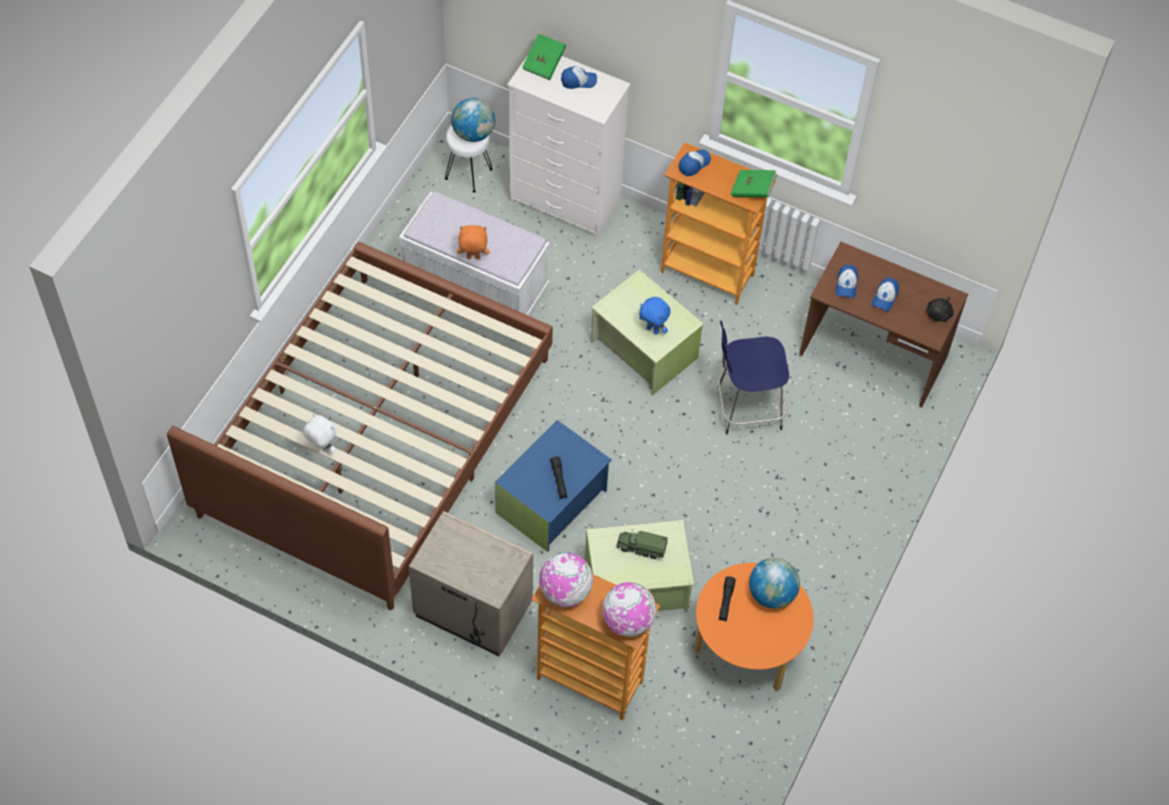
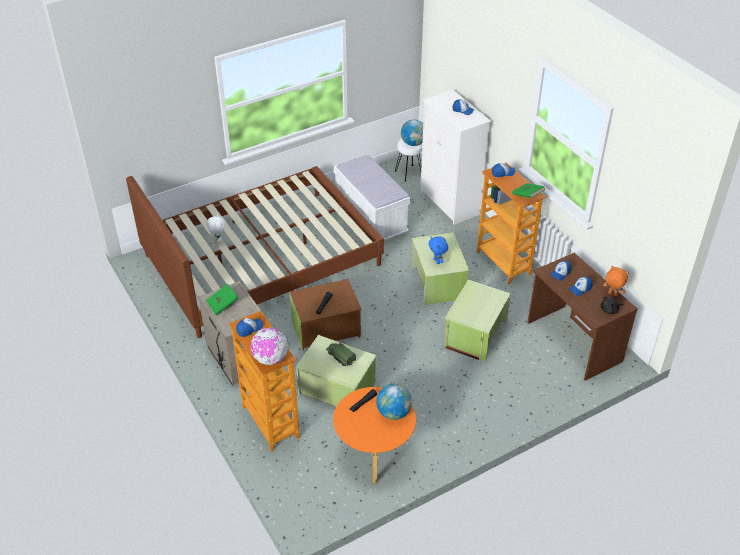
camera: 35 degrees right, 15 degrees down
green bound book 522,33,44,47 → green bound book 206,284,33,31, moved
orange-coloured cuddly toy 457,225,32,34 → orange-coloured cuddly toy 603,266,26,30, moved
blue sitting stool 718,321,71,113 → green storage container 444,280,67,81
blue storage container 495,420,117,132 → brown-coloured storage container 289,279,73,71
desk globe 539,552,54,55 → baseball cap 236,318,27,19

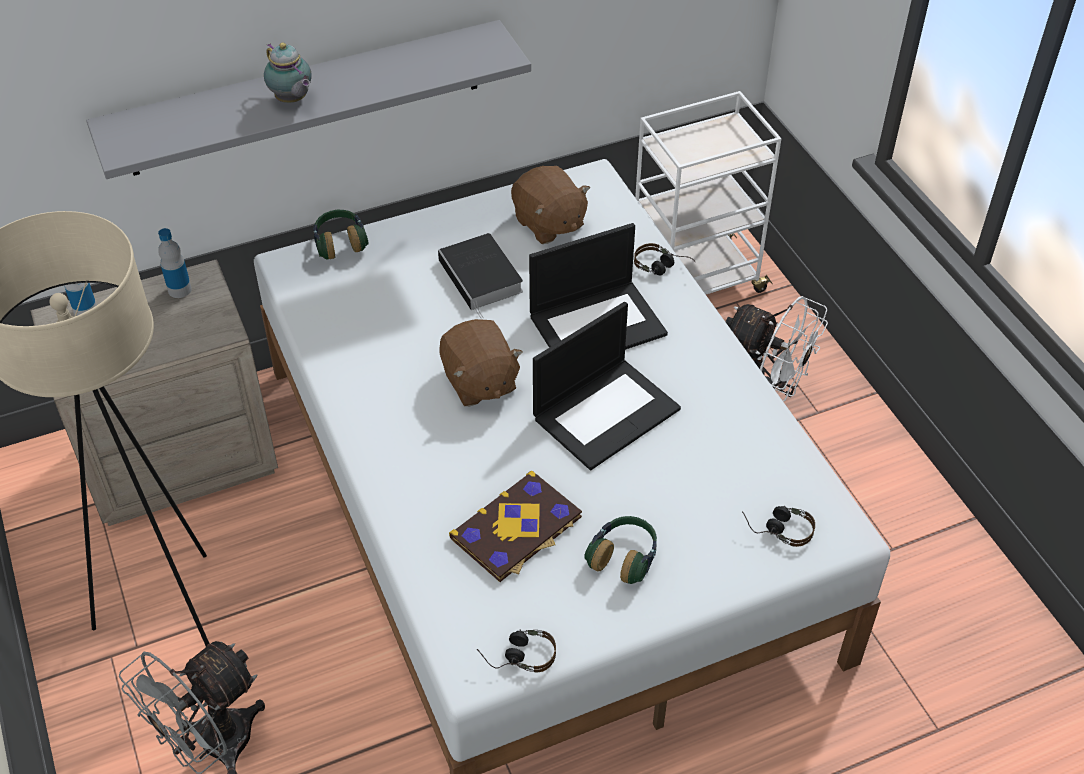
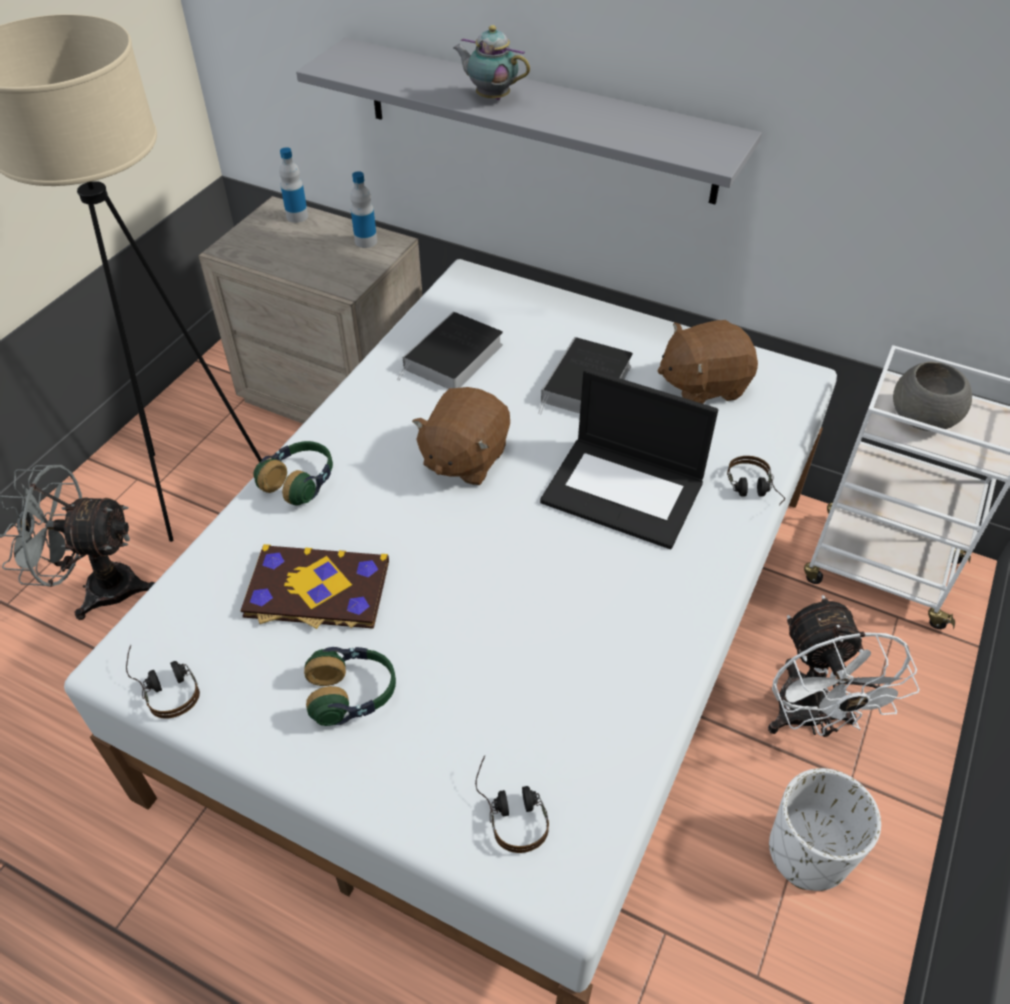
camera: 50 degrees right, 0 degrees up
pot for tea 264,42,48,61 → pot for tea 453,25,77,75, 105 degrees clockwise
brown-coloured cuddly toy 511,166,79,78 → brown-coloured cuddly toy 658,320,100,84, 60 degrees clockwise
pair of headphones 313,210,56,50 → pair of headphones 253,441,80,65, moved
notebook computer 533,302,148,168 → -
- → bound book 397,312,106,77
- → gray bowl 893,361,79,70
- → white planter 769,768,112,123

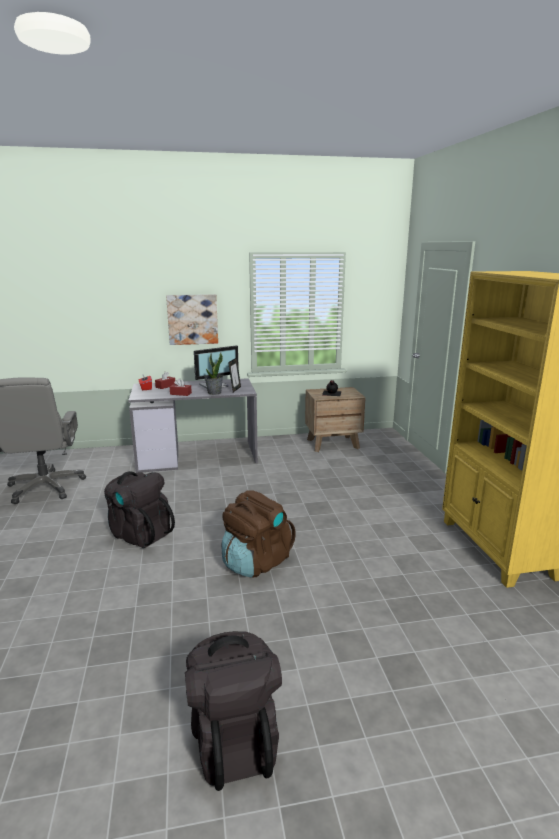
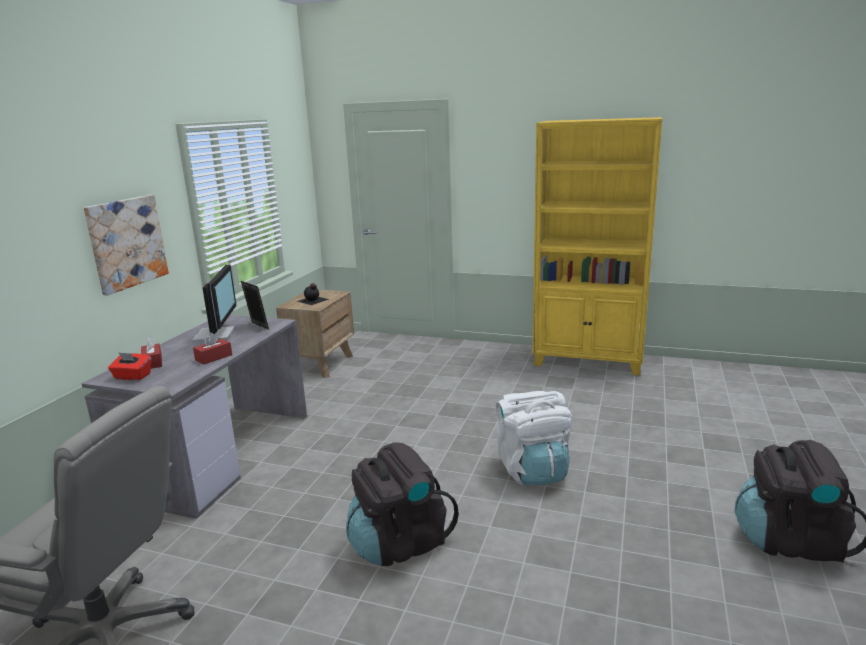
camera: 60 degrees left, 0 degrees up
potted plant 204,353,19,42 → -
brown-coloured knapsack 222,490,74,88 → white knapsack 496,391,76,94

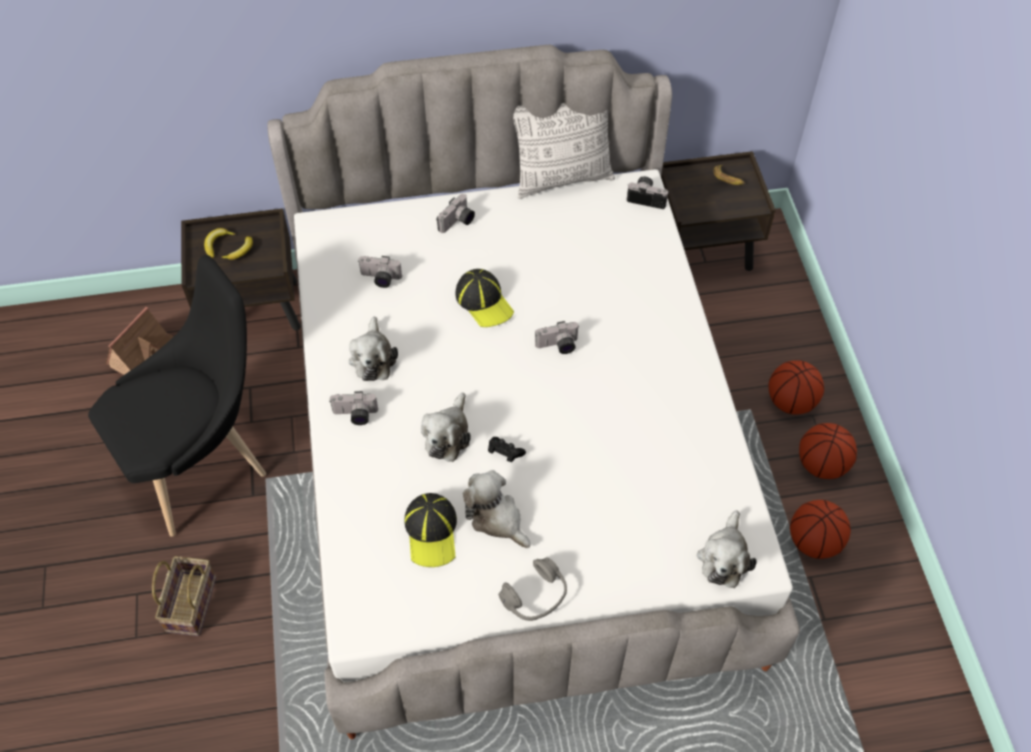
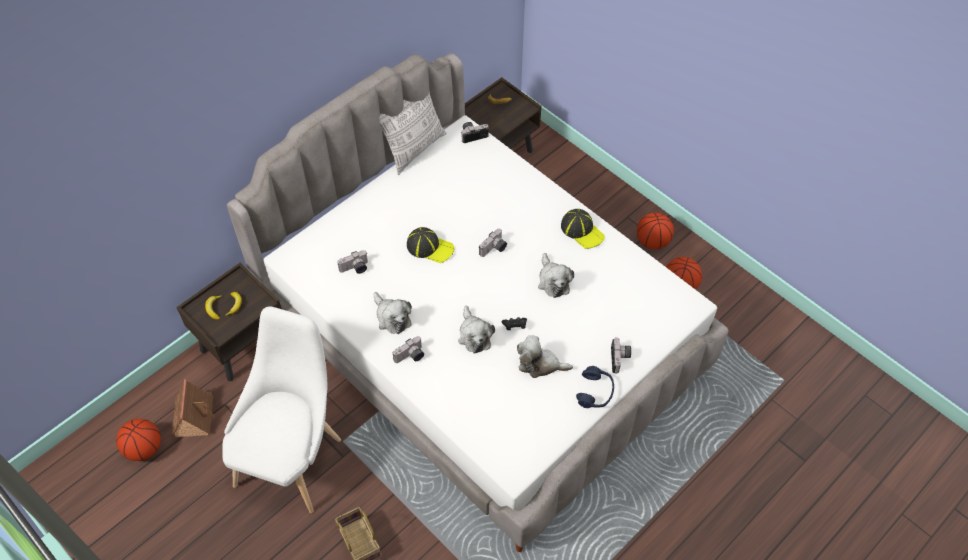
camera: 35 degrees left, 0 degrees up
photo camera 437,194,38,39 → photo camera 611,337,20,37, moved
blackish upright chair 88,255,178,282 → white upright chair 222,307,119,206
ball for basketball 769,360,55,54 → ball for basketball 116,419,45,42, moved
baseball cap 405,493,52,74 → baseball cap 561,209,44,40, moved
cuddly toy 697,510,60,78 → cuddly toy 538,253,36,45, moved
gray pair of headphones 499,557,68,64 → blue pair of headphones 576,366,38,42

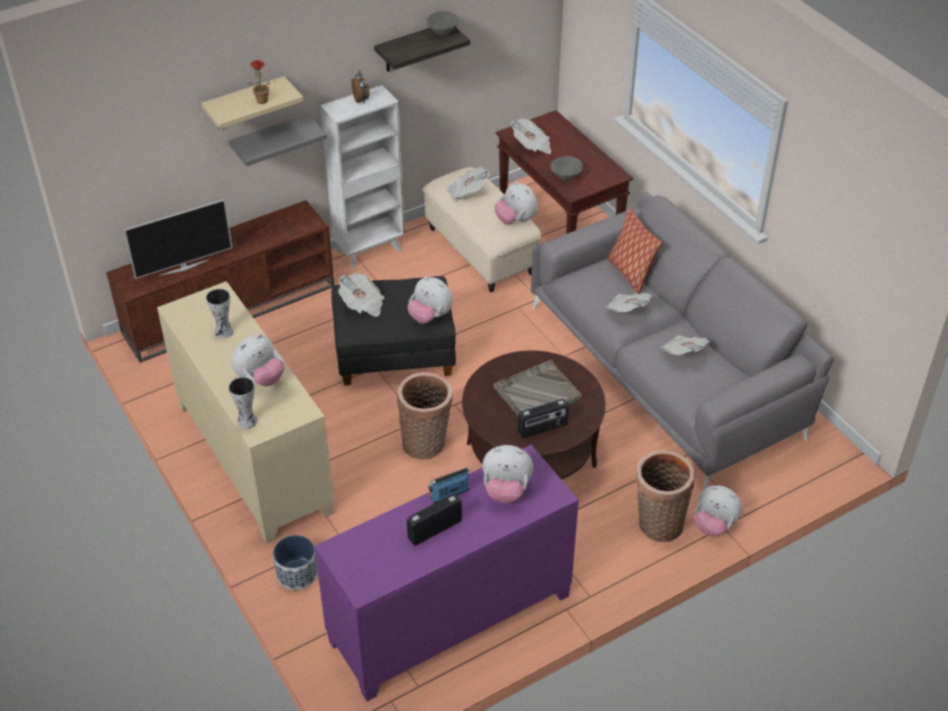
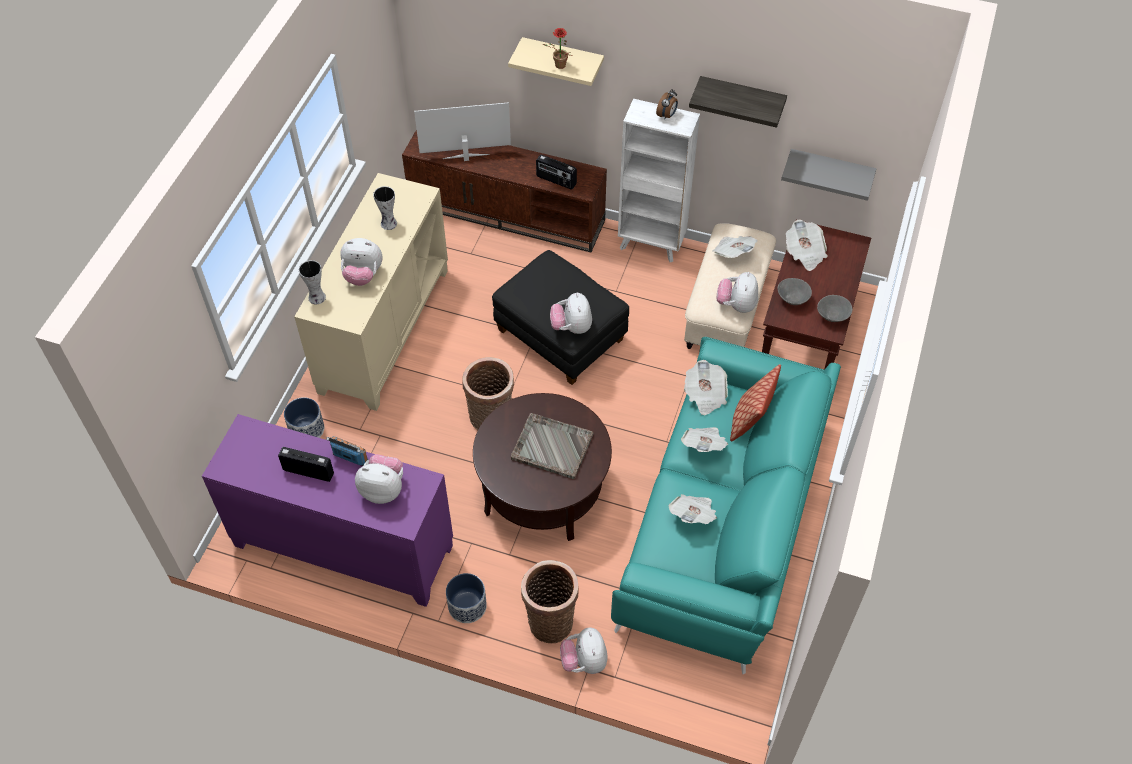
camera: 50 degrees right, 10 degrees up
gray bowl 426,11,33,25 → gray bowl 817,295,35,27, moved
gray shelf 228,114,99,52 → gray shelf 781,149,96,52, moved
gray couch 531,192,303,298 → blue-green couch 611,337,230,337
TV 124,199,109,80 → TV 414,102,97,59, 150 degrees clockwise
daily paper 338,273,47,44 → daily paper 684,360,44,55, moved
radio receiver 518,399,51,39 → radio receiver 536,155,41,35, moved
cuddly toy 483,445,50,58 → cuddly toy 355,454,48,50, 135 degrees clockwise
- → planter 446,573,41,50

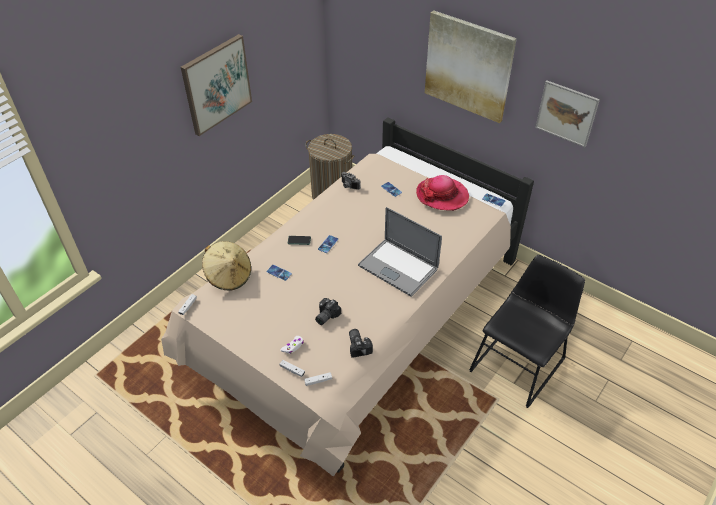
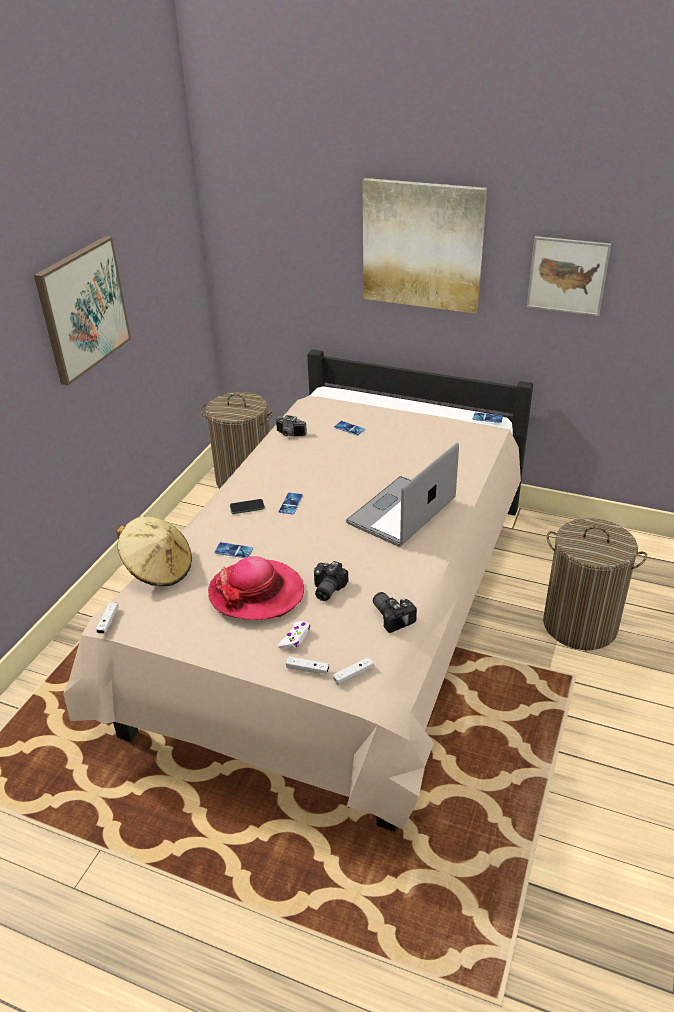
camera: 15 degrees left, 10 degrees down
wearable hat 416,175,53,36 → wearable hat 208,556,96,64, moved
notebook computer 358,207,84,90 → notebook computer 346,443,113,104, 105 degrees clockwise
blackish upright chair 469,255,116,153 → washing basket 543,518,104,132

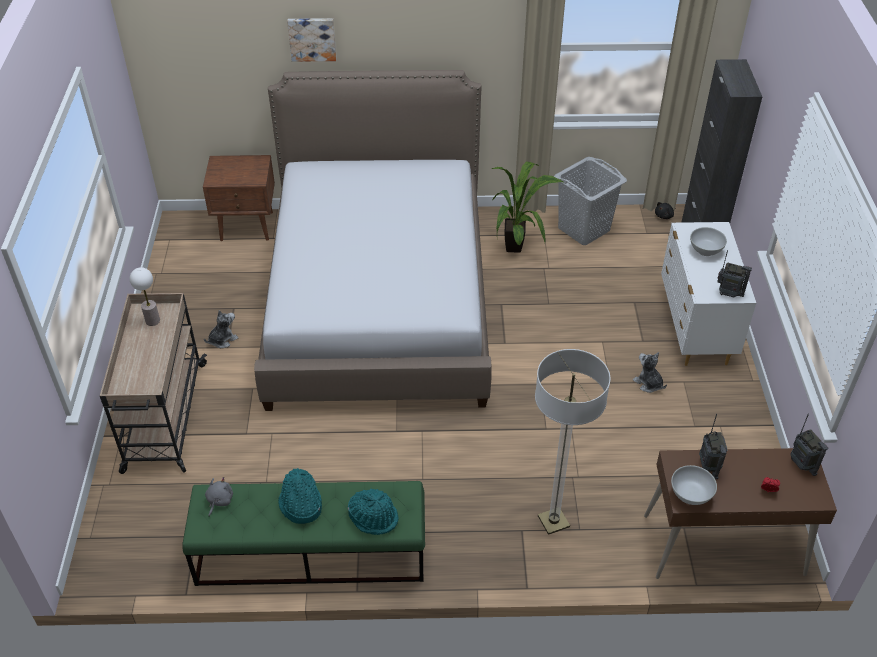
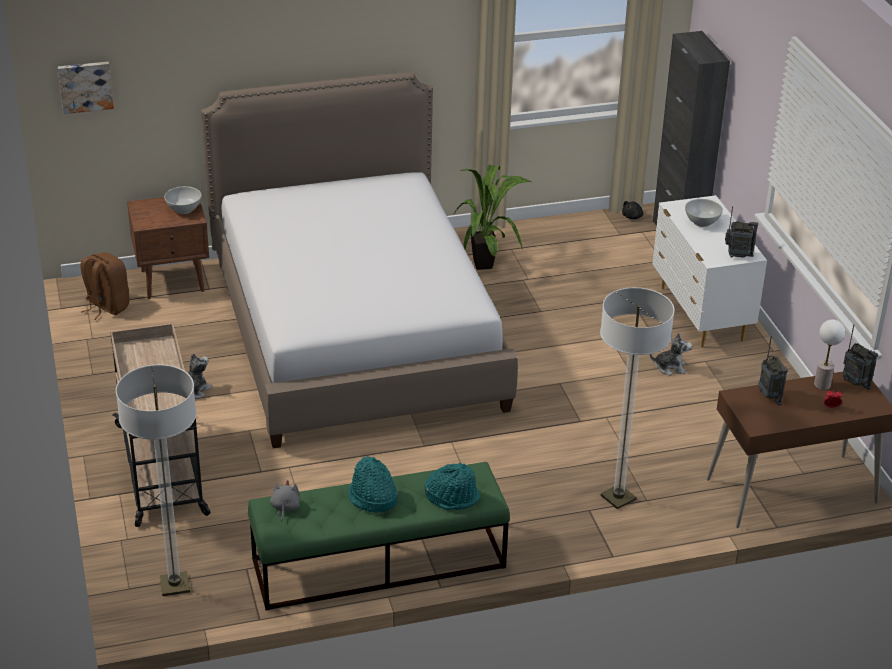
camera: 15 degrees left, 10 degrees down
wall picture 287,18,49,44 → wall picture 58,62,56,52, moved
gray washing basket 554,157,73,88 → -
table lamp 130,267,30,59 → table lamp 814,319,31,71, moved
cuddly toy 633,352,34,41 → cuddly toy 650,332,42,44, 150 degrees clockwise
white bowl 671,465,46,40 → white bowl 164,186,38,28, moved
- → brown-coloured knapsack 80,252,50,68
- → floor lamp 116,364,80,232

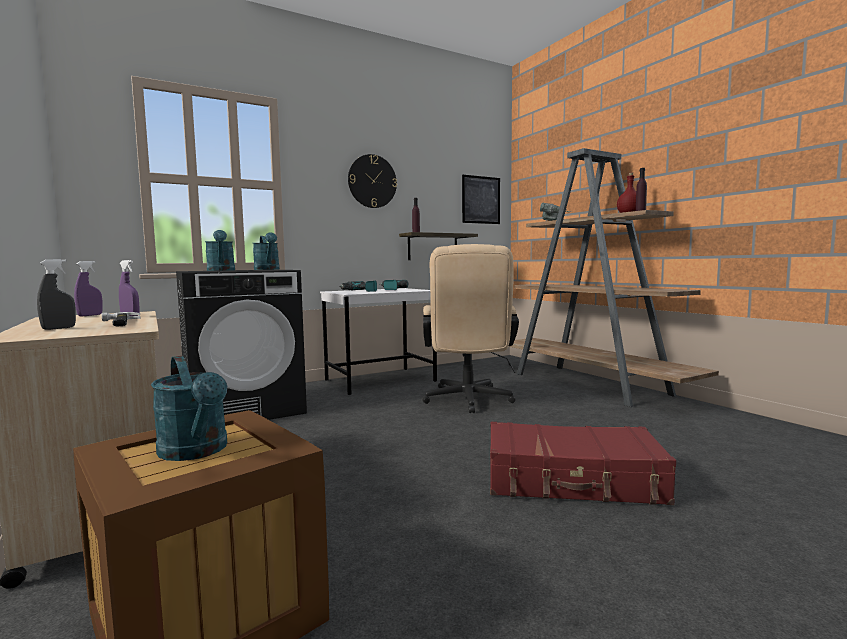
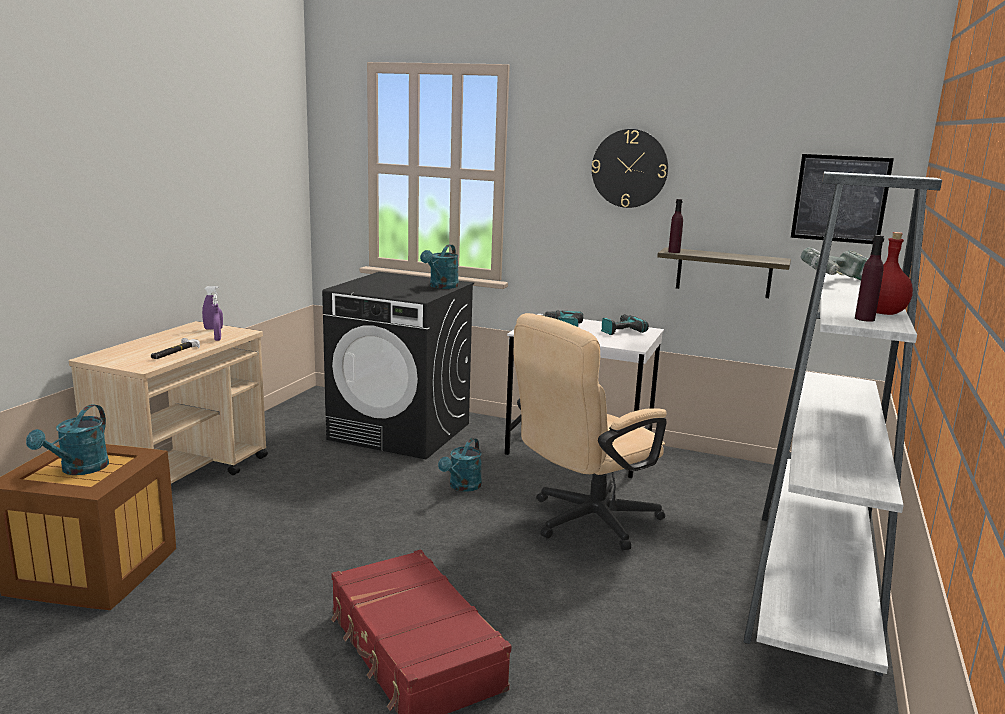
camera: 50 degrees right, 10 degrees up
brown-coloured shelving unit 509,148,210,259 → white shelving unit 744,172,198,505
blue-green watering can 205,230,30,41 → blue-green watering can 438,438,44,54, moved
gray hand sprayer 37,259,39,71 → -

